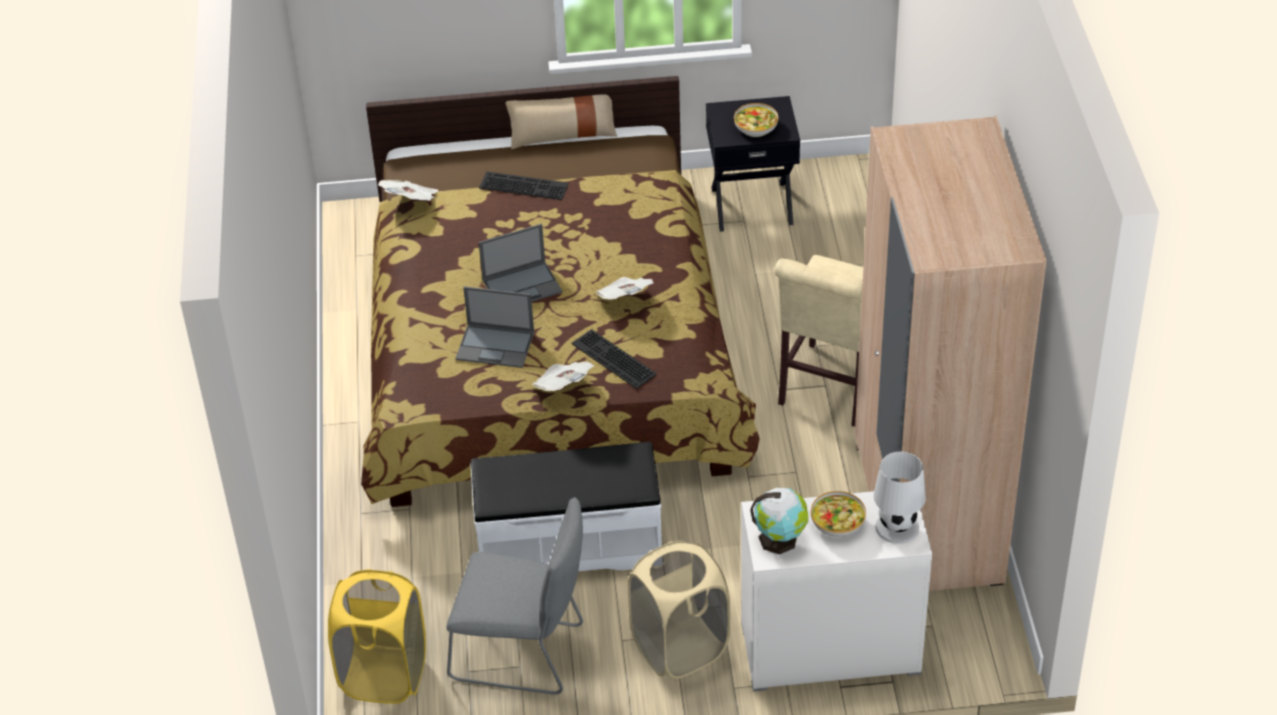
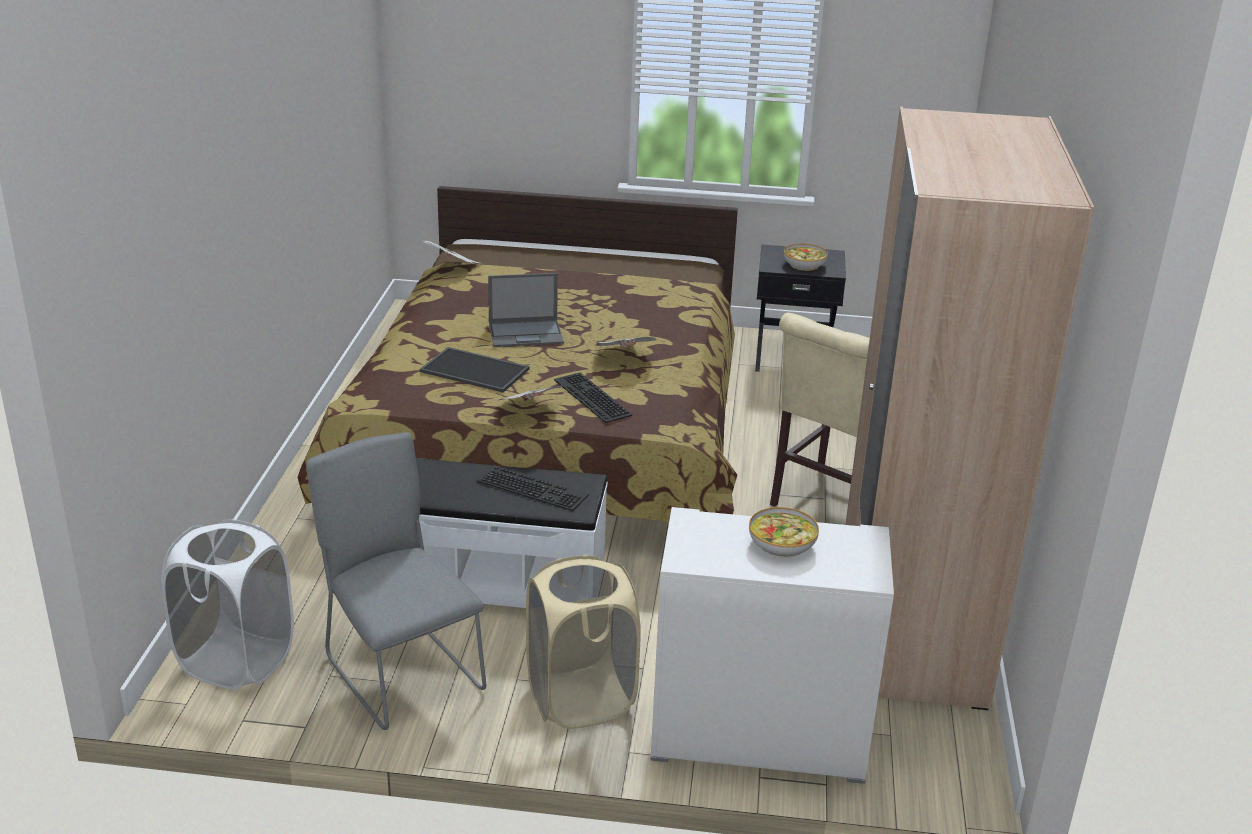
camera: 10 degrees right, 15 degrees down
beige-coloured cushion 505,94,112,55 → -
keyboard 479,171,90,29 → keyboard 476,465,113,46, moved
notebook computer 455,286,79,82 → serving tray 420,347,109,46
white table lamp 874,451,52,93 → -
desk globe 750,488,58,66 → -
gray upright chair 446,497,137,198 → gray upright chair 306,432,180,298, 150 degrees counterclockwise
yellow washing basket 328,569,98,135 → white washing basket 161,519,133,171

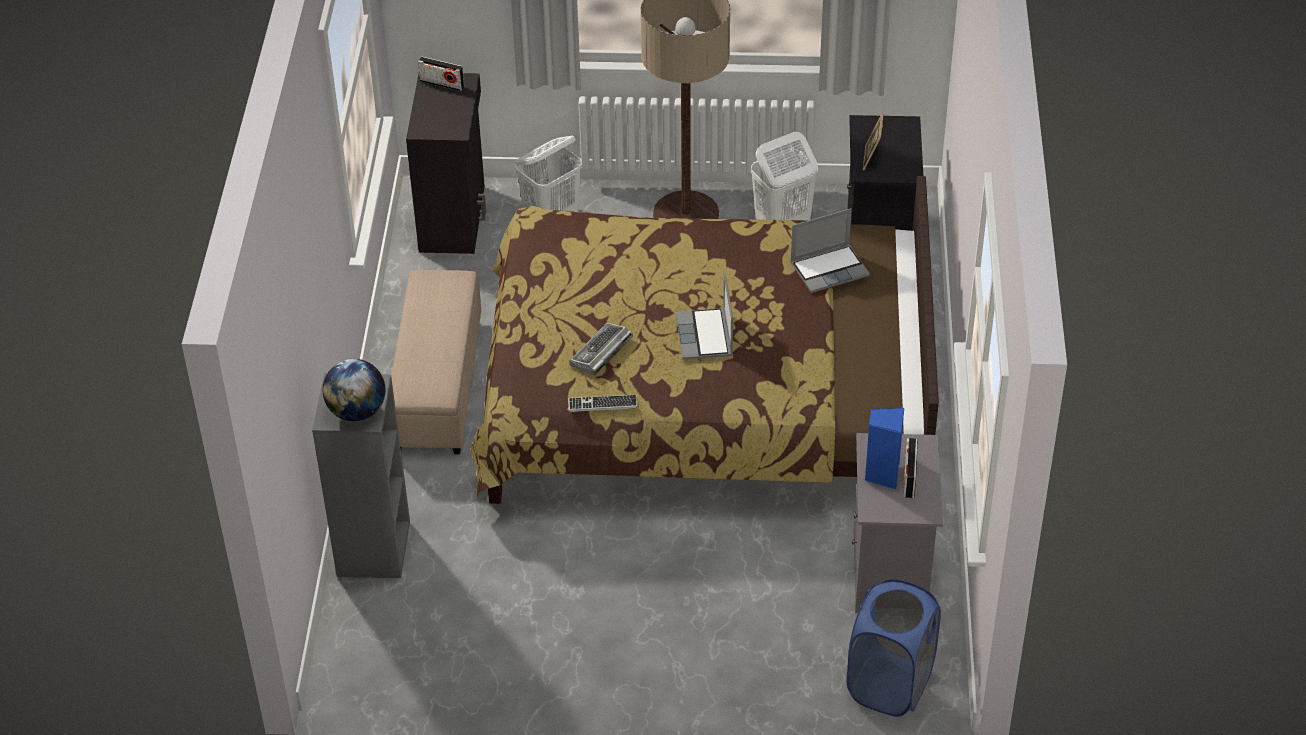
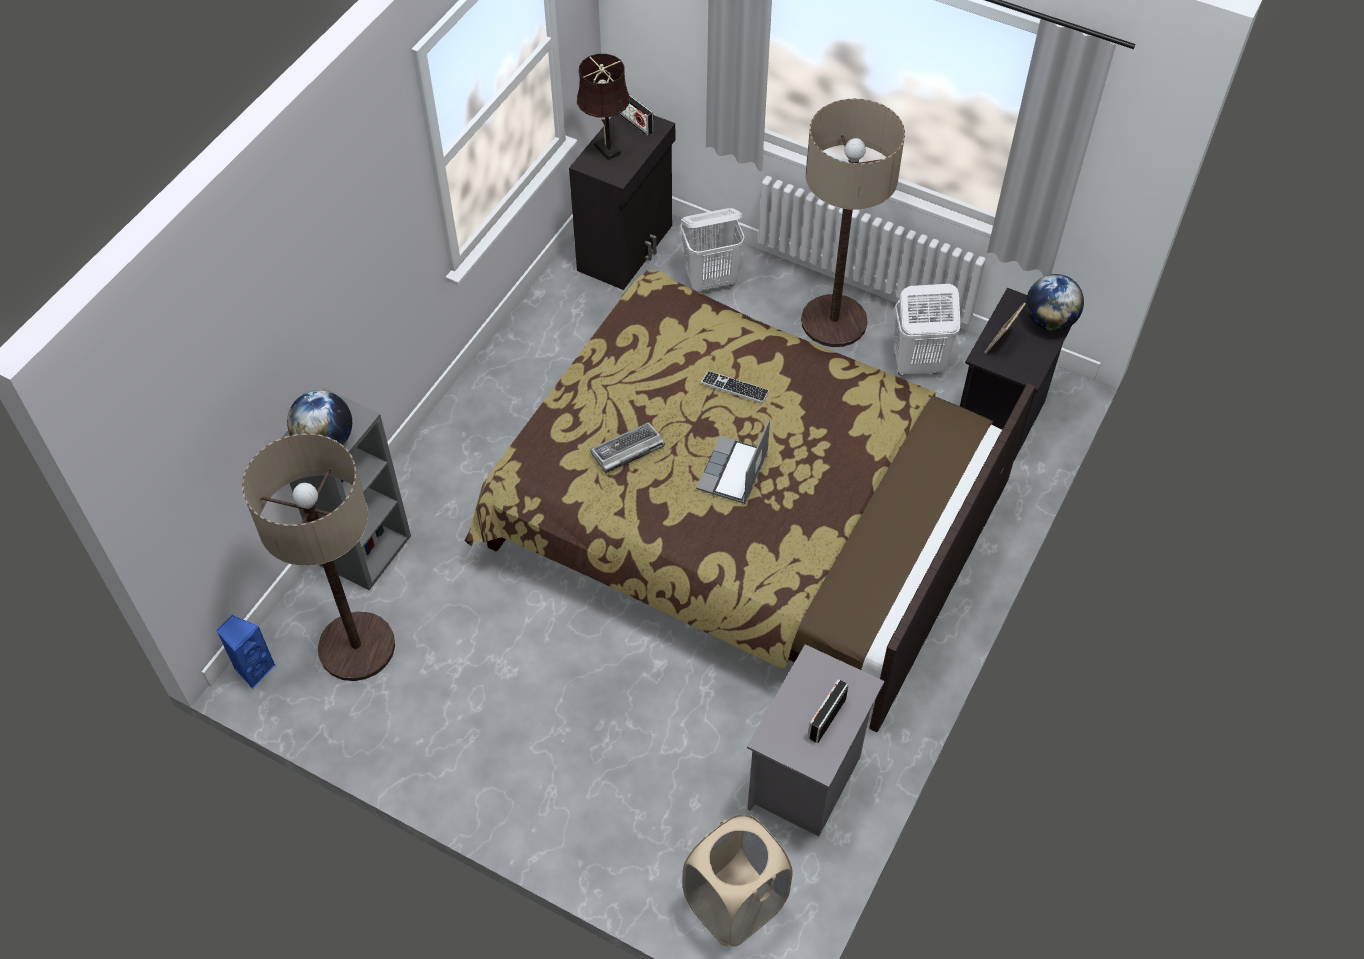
camera: 25 degrees right, 10 degrees up
notebook computer 791,208,79,85 → -
beige-coloured footrest 391,270,90,184 → -
keyboard 568,395,69,17 → keyboard 701,371,68,32, moved
blue speaker 865,408,39,81 → blue speaker 216,615,59,74, moved
blue washing basket 847,579,94,138 → beige-coloured washing basket 683,814,110,133
- → brown-coloured table lamp 577,54,53,106
- → desk globe 1026,274,58,57
- → floor lamp 242,433,153,248

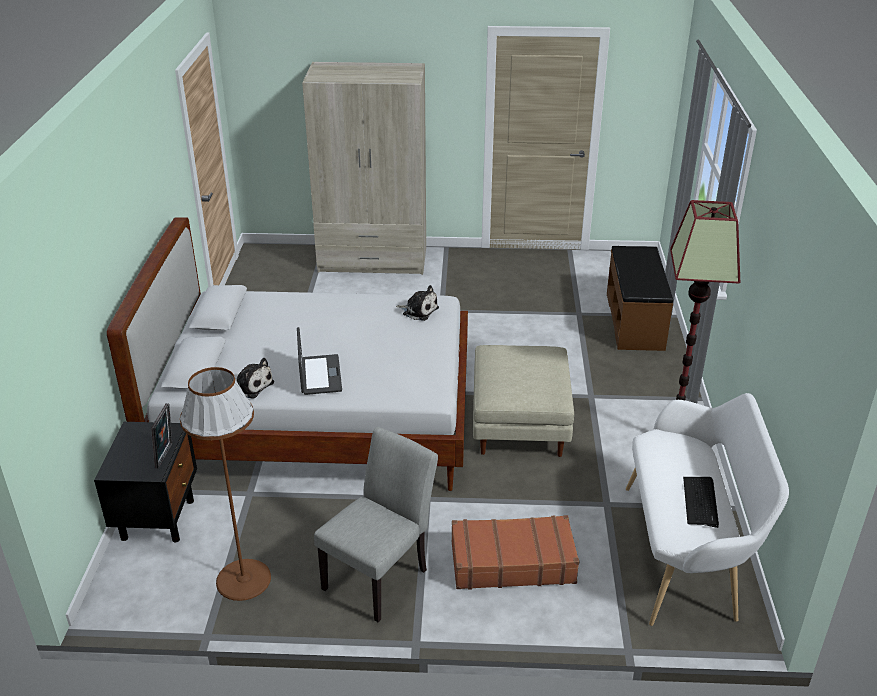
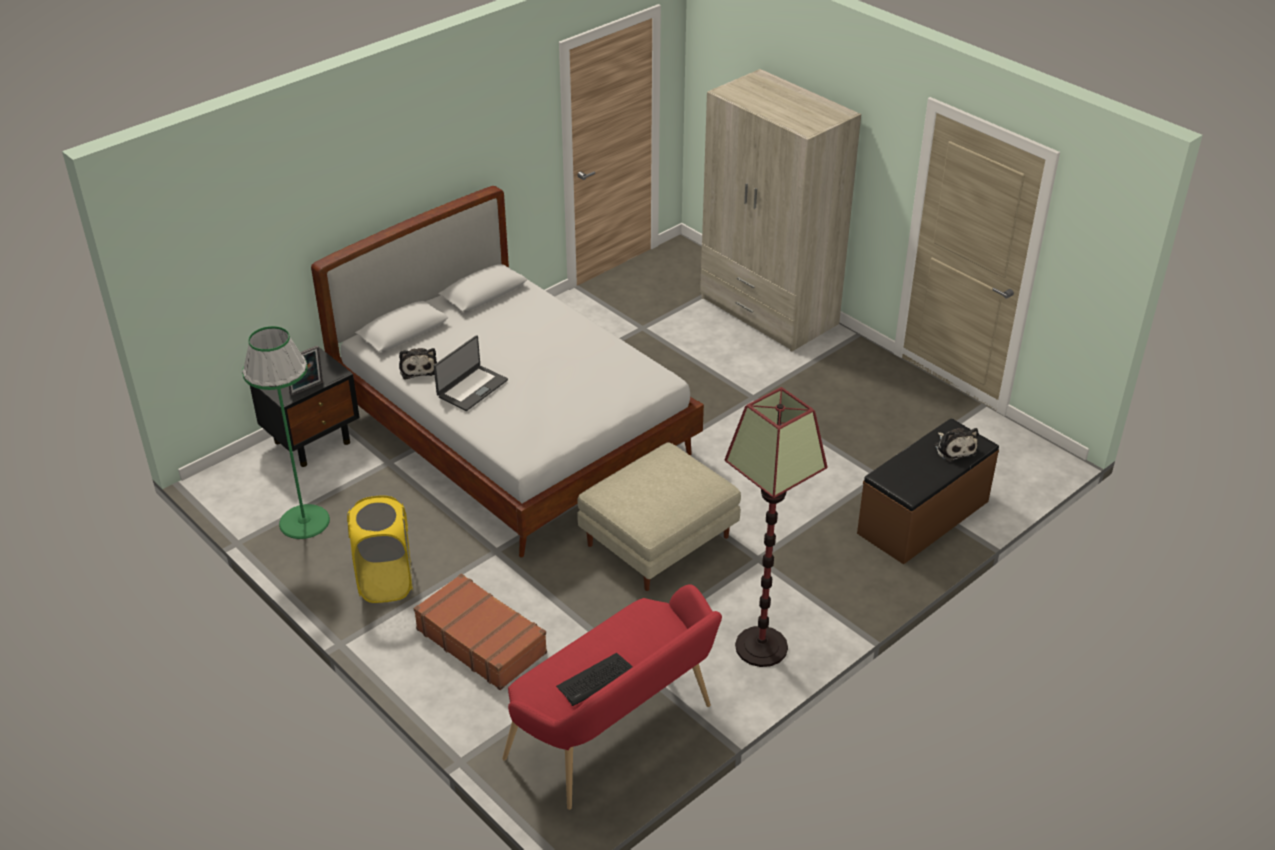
camera: 45 degrees right, 5 degrees up
cuddly toy 396,285,43,36 → cuddly toy 935,428,43,34, moved
brown-coloured floor lamp 180,367,91,234 → green floor lamp 242,326,88,213
white indoor bench 626,393,163,233 → red-coloured indoor bench 502,584,220,226
gray upright chair 314,427,124,195 → yellow washing basket 347,496,66,107

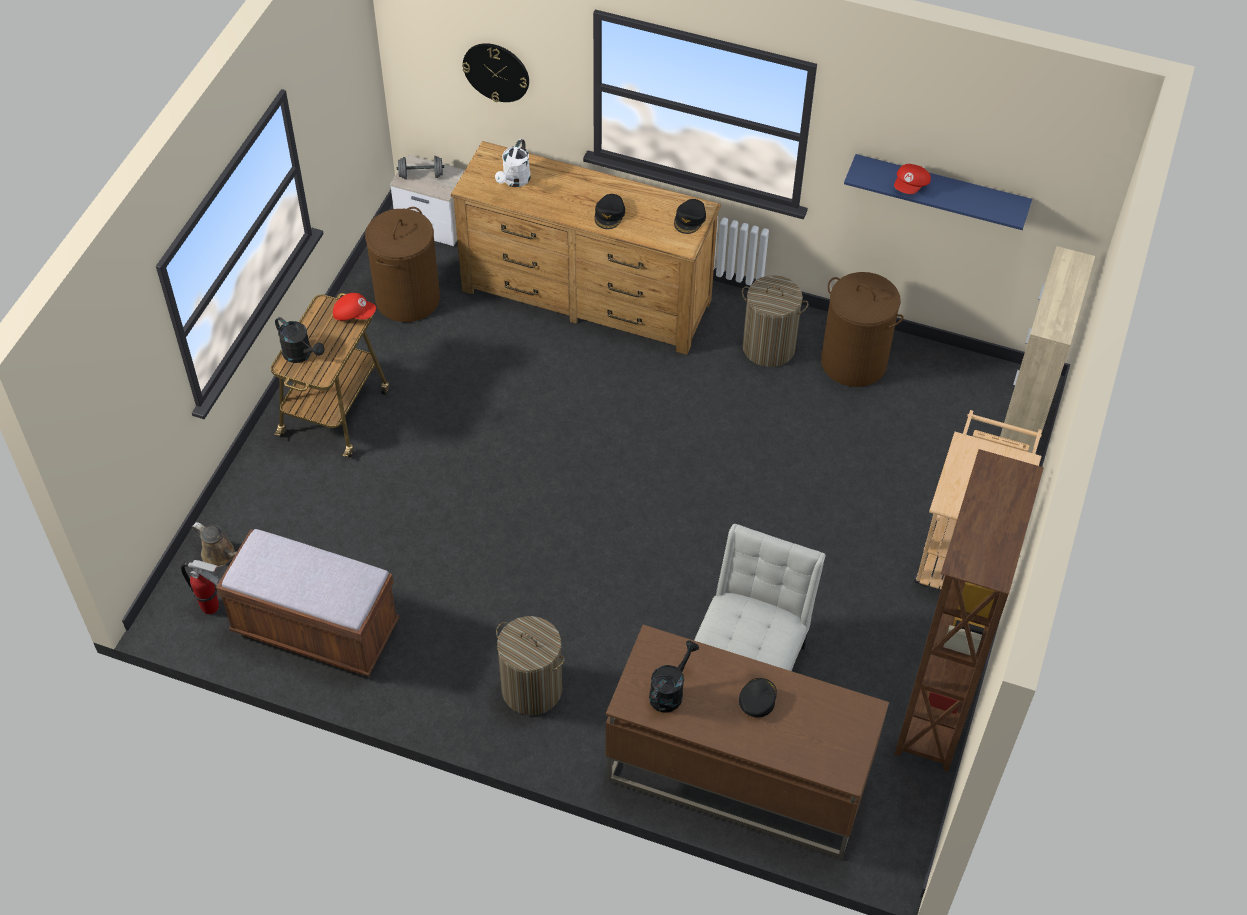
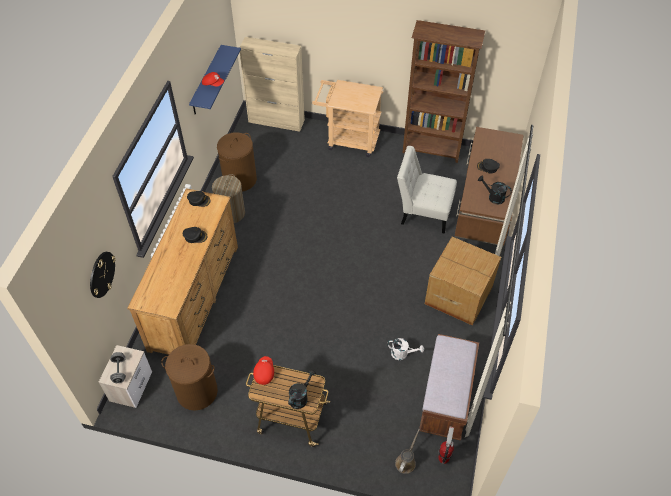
camera: 95 degrees left, 0 degrees up
white watering can 495,139,36,48 → white watering can 387,338,37,22, moved
washing basket 496,616,69,99 → packing box 425,237,76,89

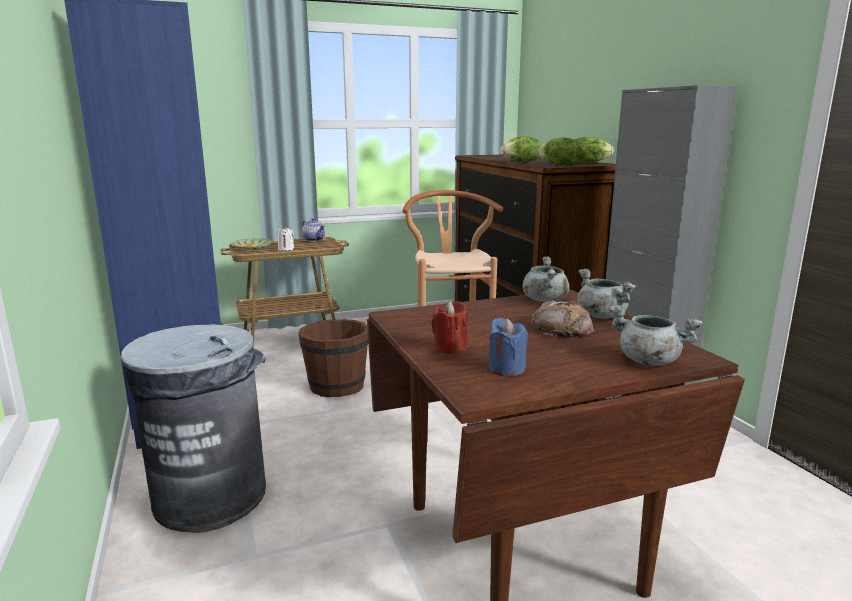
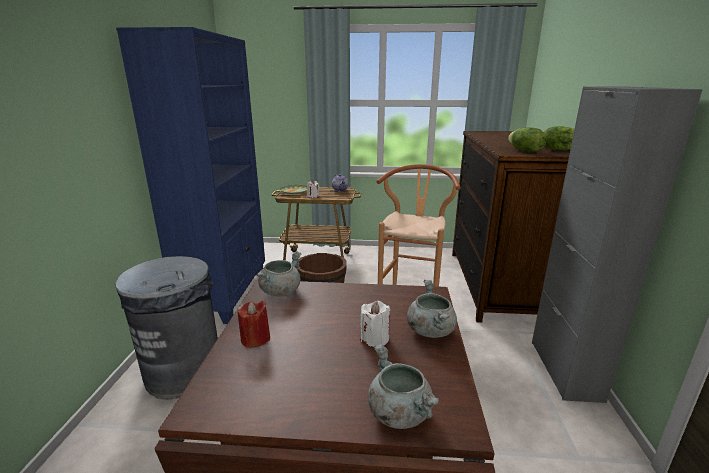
camera: 25 degrees right, 5 degrees up
head of lettuce 500,136,41,26 → -
gray cooking pot 522,256,47,46 → gray cooking pot 257,251,45,45, moved
bakery bread 531,300,63,38 → white wax light 360,301,30,46
blue wax light 489,318,39,58 → -

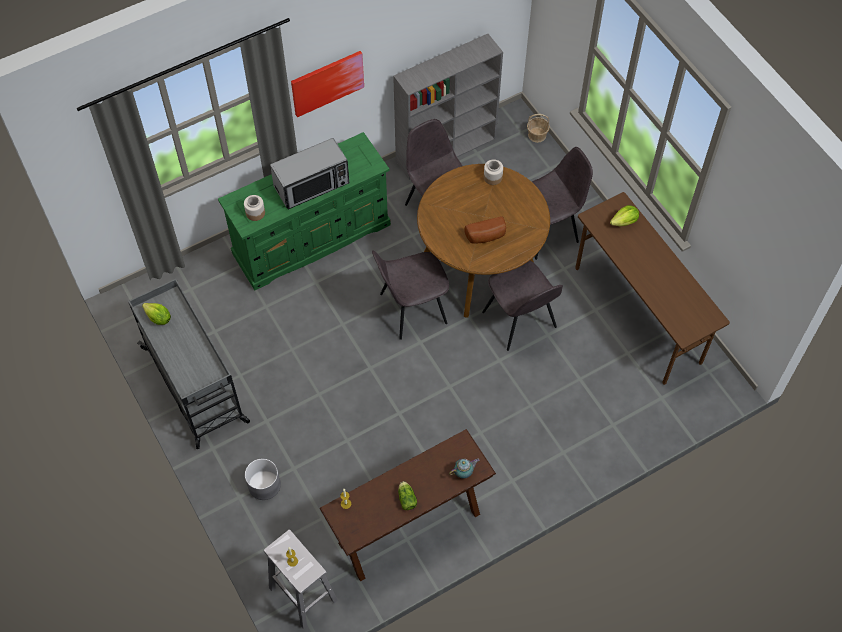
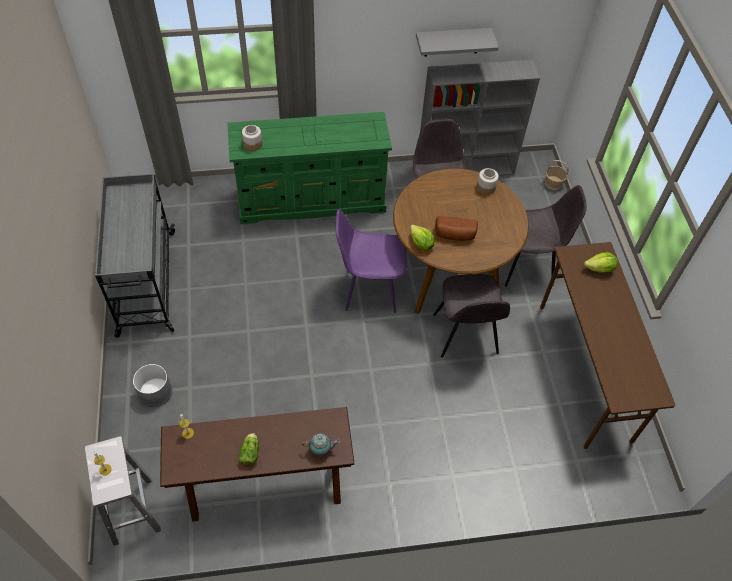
camera: 20 degrees right, 5 degrees down
wall picture 291,51,73,66 → -
microwave 270,138,79,71 → -
gray upright chair 372,250,77,90 → purple upright chair 336,209,71,104
head of lettuce 142,303,29,22 → head of lettuce 410,224,24,27, moved
- → gray shelf 416,28,83,29

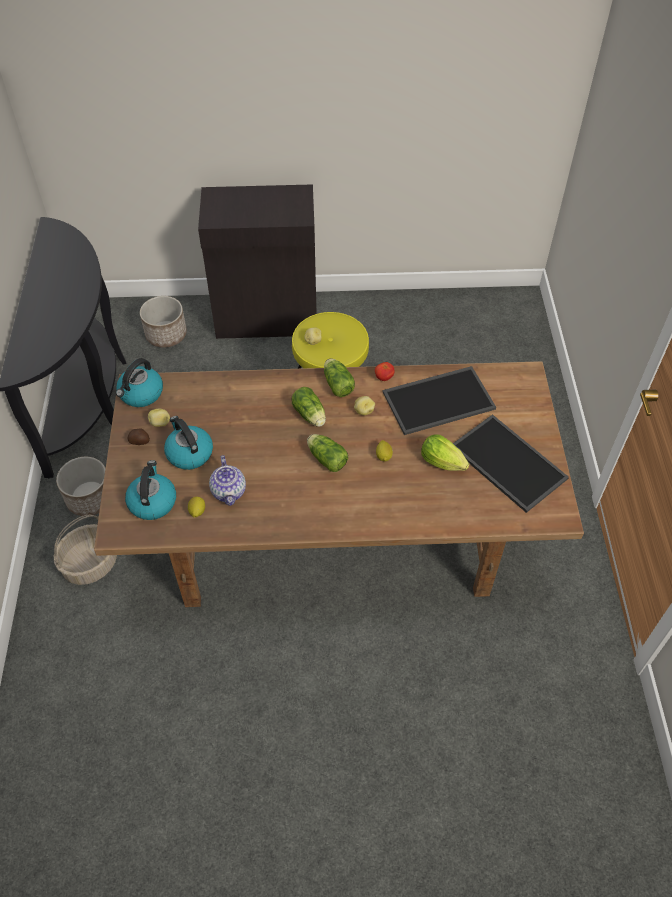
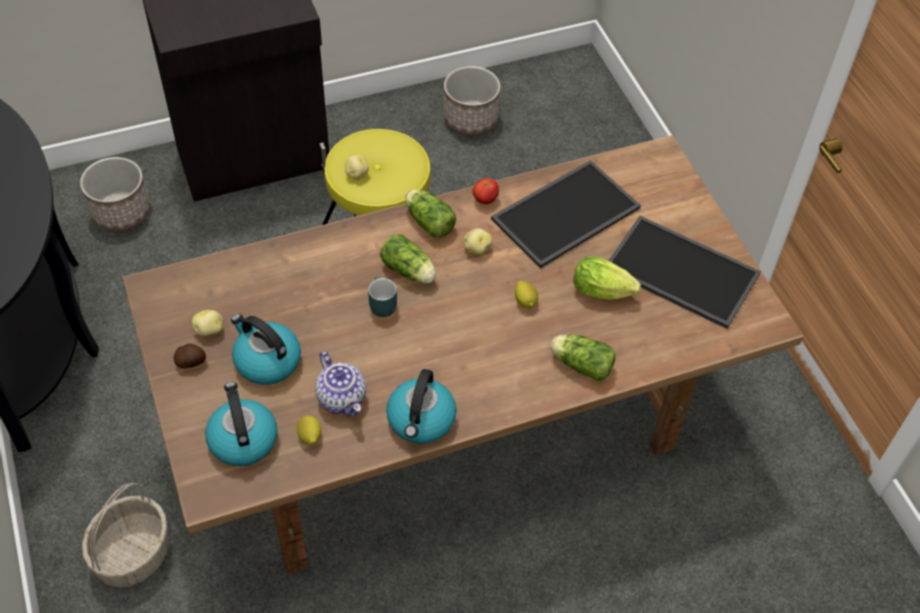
camera: 20 degrees left, 0 degrees up
tea kettle 116,358,47,49 → tea kettle 386,369,71,75, moved
head of lettuce 307,434,41,38 → head of lettuce 550,334,65,47, moved
planter 56,457,50,59 → planter 443,66,57,69, moved
- → blue-green tea mug 368,276,29,41

